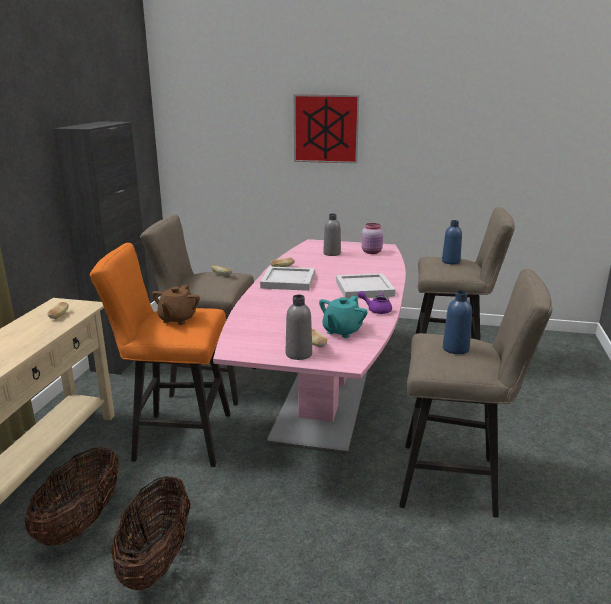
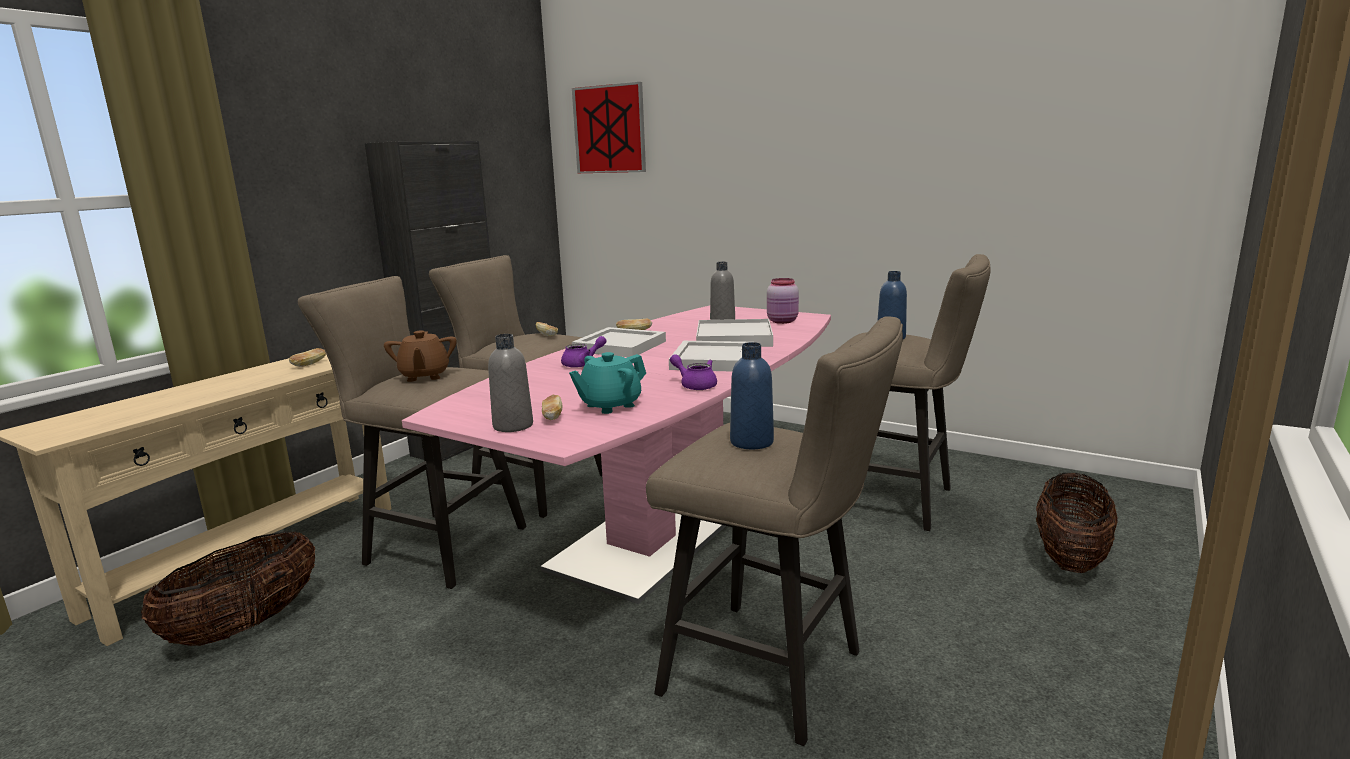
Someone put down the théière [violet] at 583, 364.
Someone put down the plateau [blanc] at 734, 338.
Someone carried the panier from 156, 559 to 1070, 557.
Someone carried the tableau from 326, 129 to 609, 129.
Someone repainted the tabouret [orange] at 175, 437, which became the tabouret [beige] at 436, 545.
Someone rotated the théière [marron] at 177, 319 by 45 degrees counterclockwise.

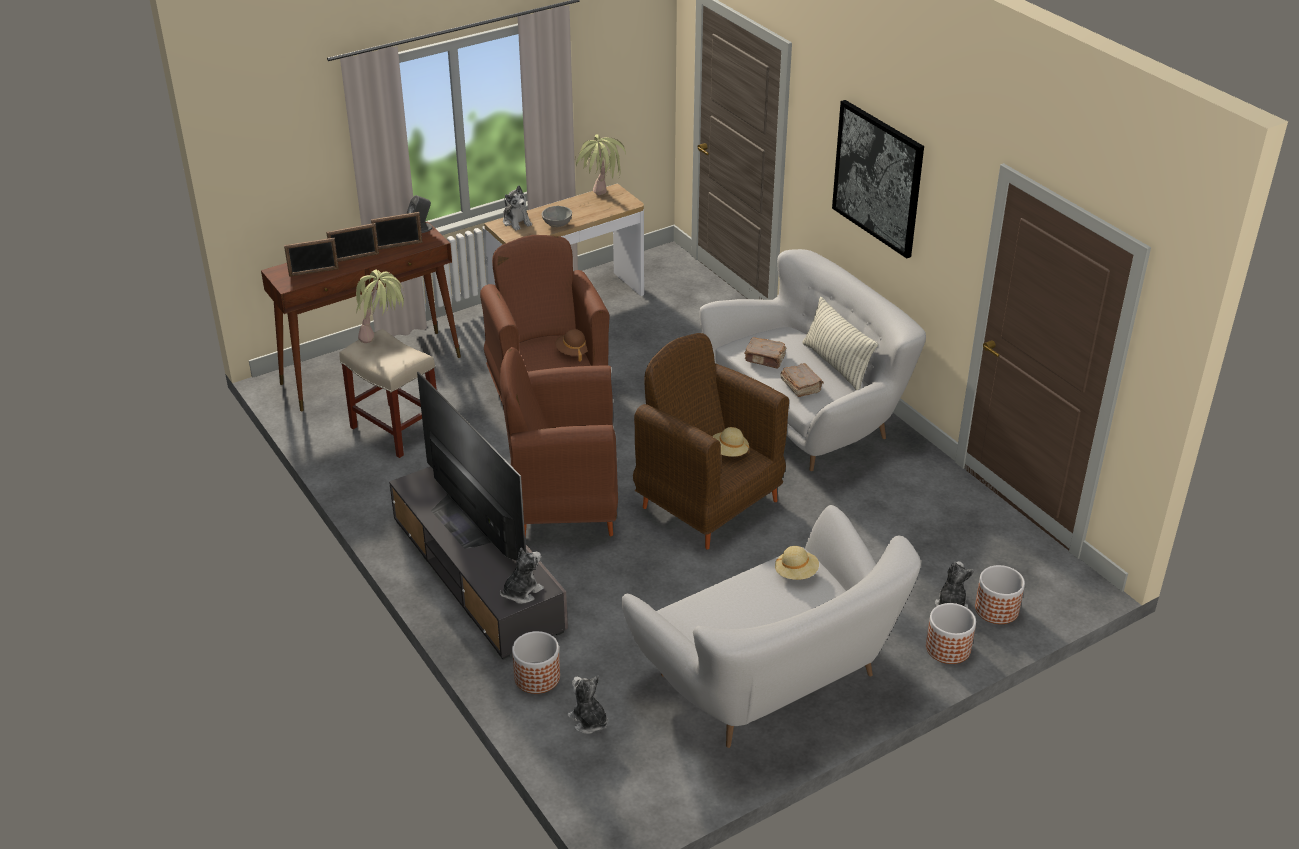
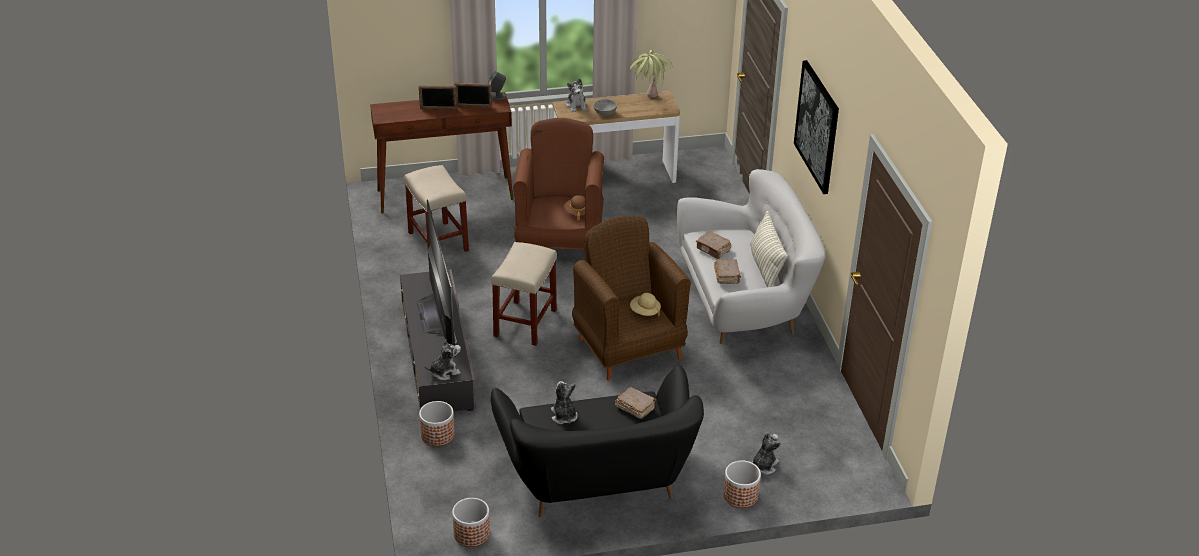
Someone took away the cadre photo at 314, 272.
Someone took away the plante en pot at 384, 342.
Someone carried the peluche from 588, 721 to 564, 416.
Someone carried the cache-pot from 996, 610 to 471, 534.
Someone swapped the fauteuil [marron] at 564, 503 for the tabouret [beige] at 525, 322.
Someone swapped the chapeau [beige] at 796, 573 for the livre [marron] at 634, 408.
Someone repainted the canapé [blanc] at 771, 678, which became the canapé [noir] at 598, 480.

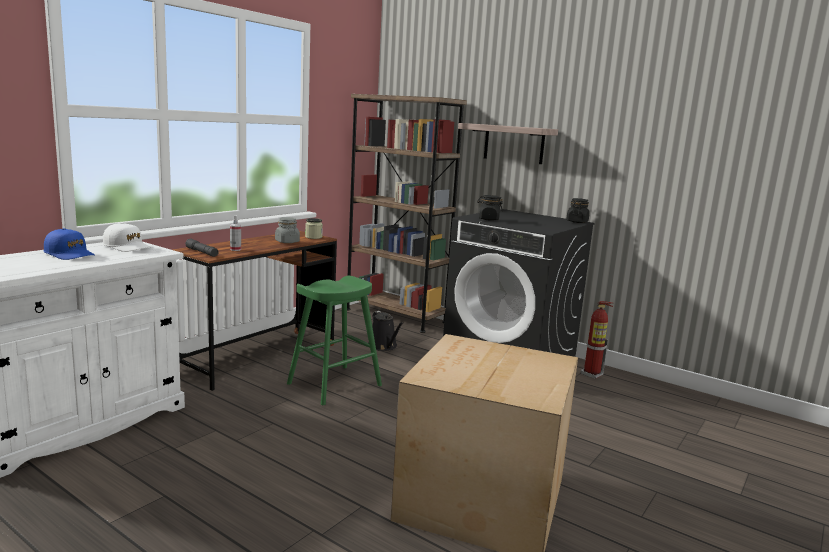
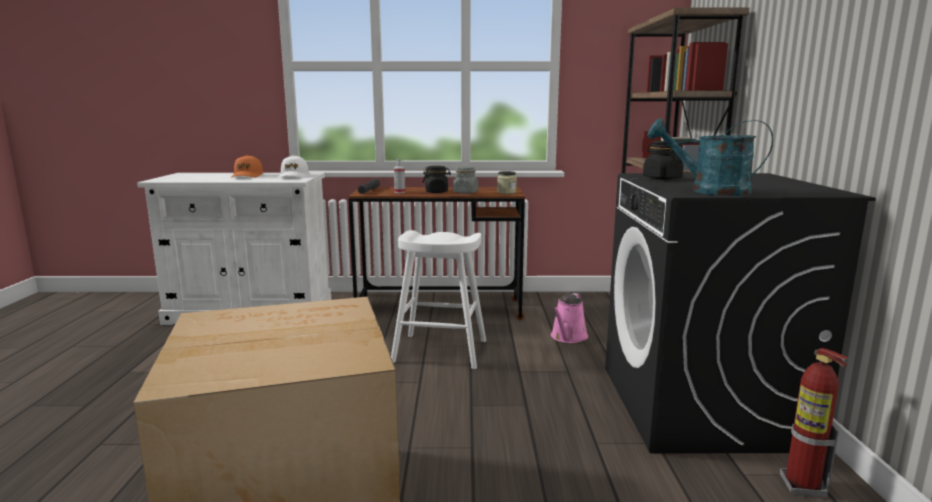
Someone took away the étagère at 514, 144.
Someone put down the arrosoir [turquoise] at 709, 191.
Someone carried the bocal [noir] from 577, 222 to 436, 192.
Someone repainted the casquette [bleu] at 69, 254, which became the casquette [orange] at 247, 175.
Someone repainted the tabouret [vert] at 334, 384, which became the tabouret [blanc] at 440, 351.
Someone repainted the arrosoir [noir] at 384, 346, which became the arrosoir [rose] at 568, 337.

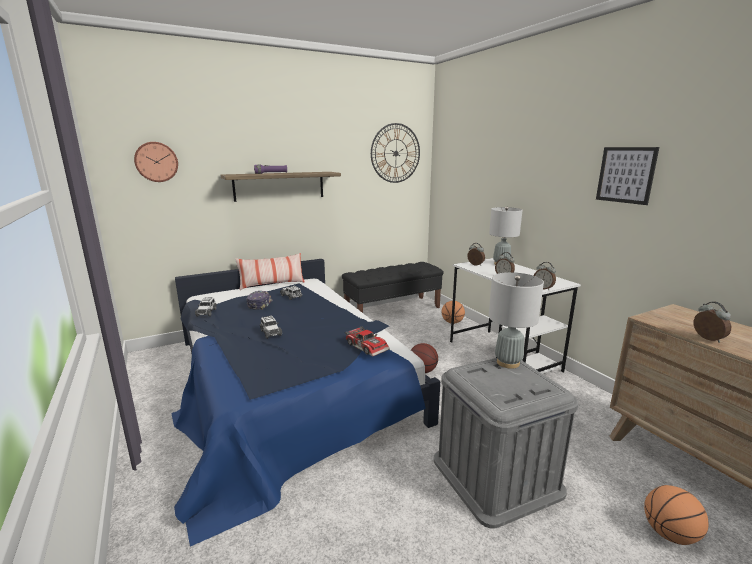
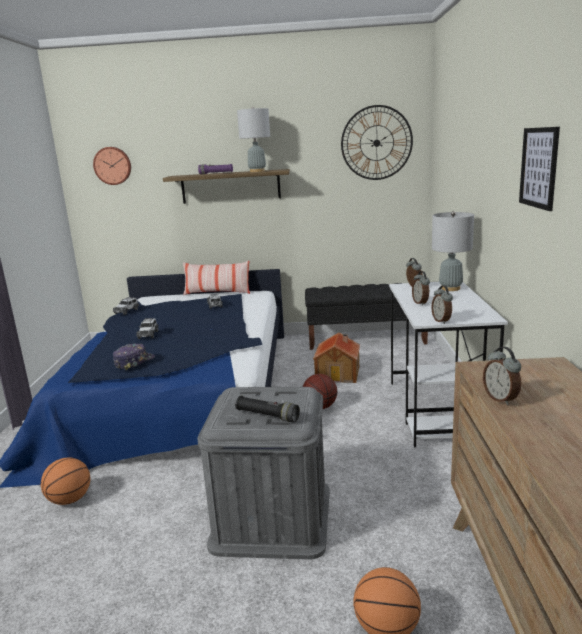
Someone took away the petite voiture at 367, 346.
Someone put down the lampe de poche [noir] at 267, 416.
Someone put down the maison miniature at 338, 373.
Someone carried the casquette from 260, 304 to 134, 362.
Someone carried the ballon de basket from 452, 322 to 70, 500.
Someone carried the lampe de table [gris] from 508, 362 to 257, 171.
Someone rotated the réveil at 707, 339 by 150 degrees clockwise.

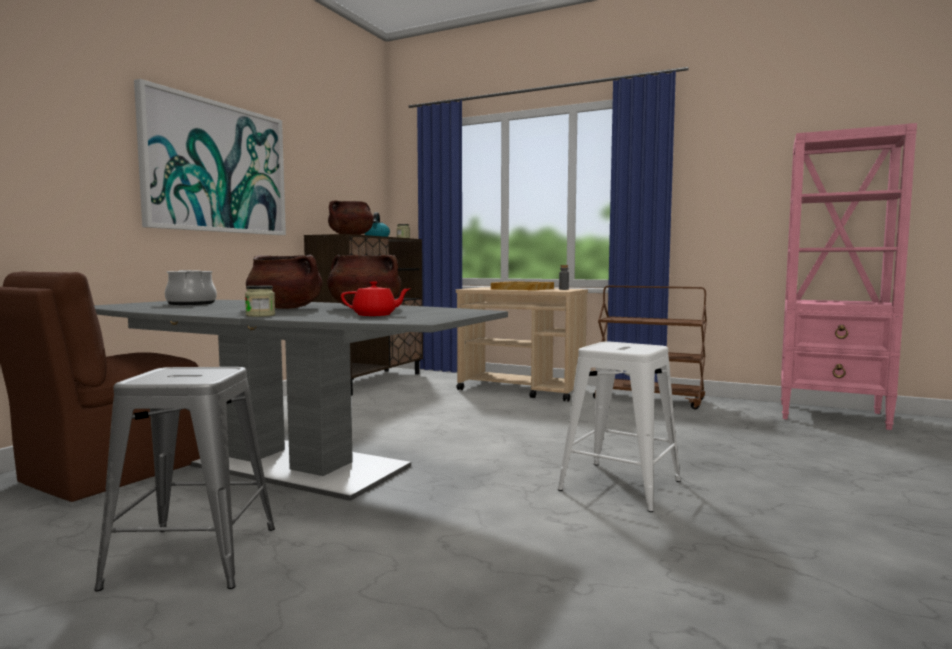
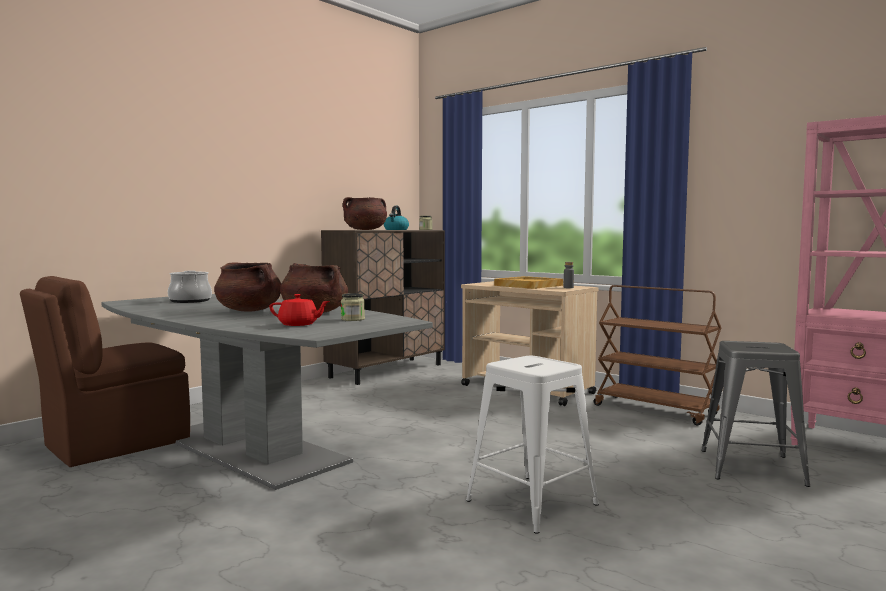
Someone took away the tableau at 216, 168.
Someone carried the tabouret [gris] from 195, 556 to 752, 467.
Someone carried the bocal from 260, 315 to 353, 319.

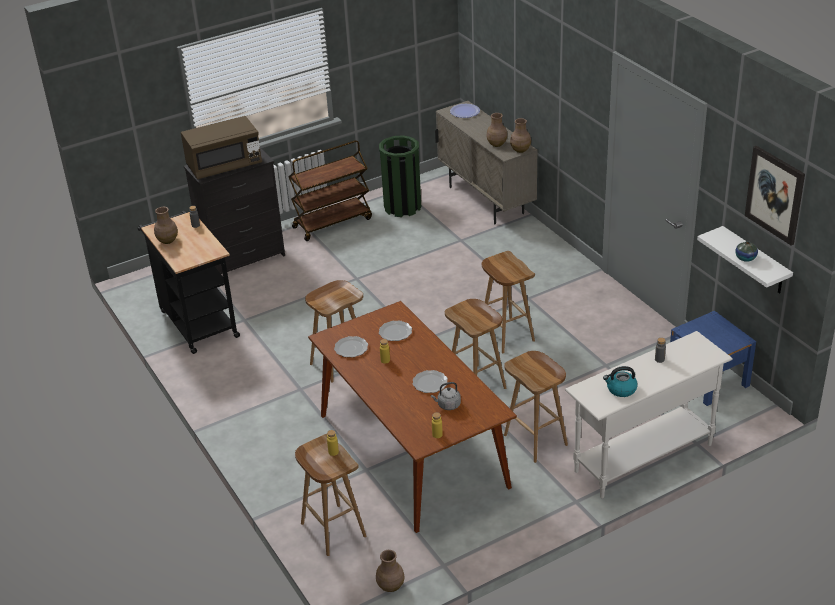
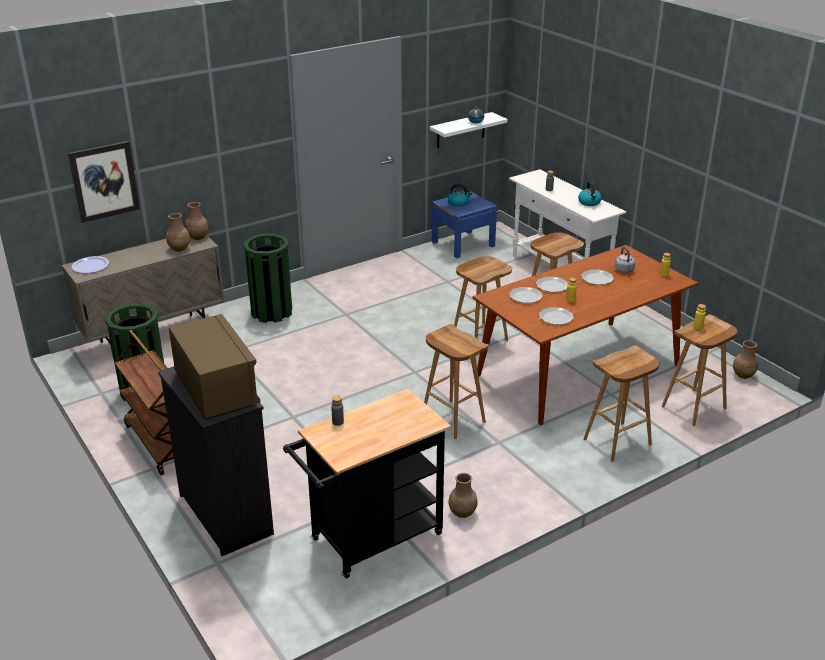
Someone put down the poubelle [vert] at 271, 312.
Someone put down the bouilloire at 459, 203.
Someone put down the assiette at 552, 286.
Someone carried the vase [marron] from 167, 240 to 462, 513.
Someone carried the tabouret [marron] from 506, 335 to 617, 442.
Someone carried the tableau from 775, 195 to 104, 181.

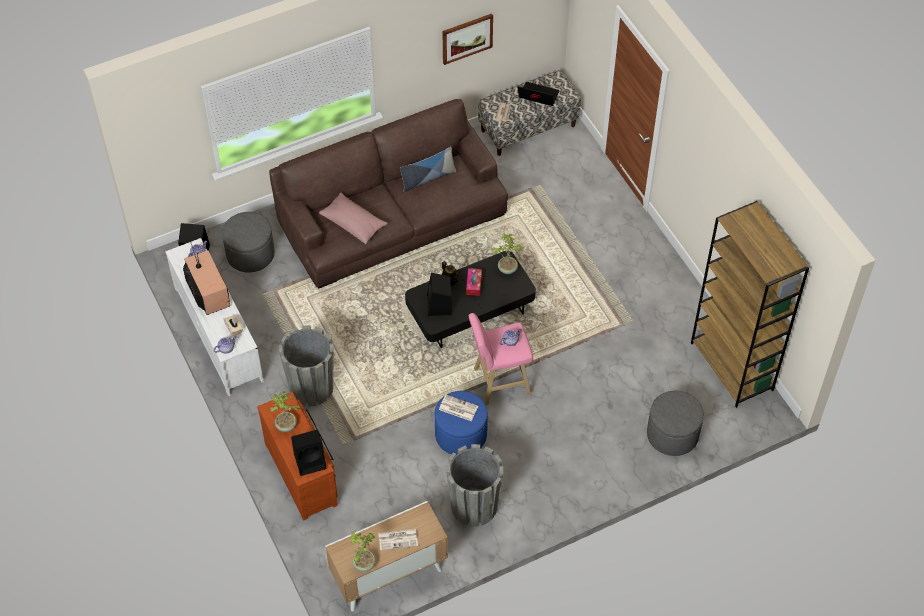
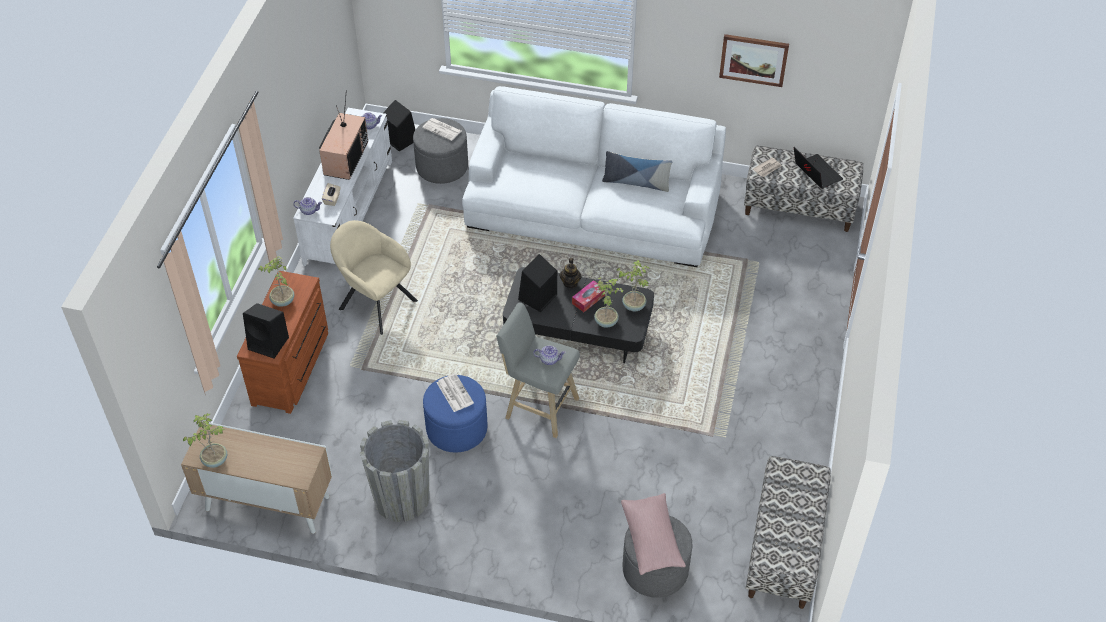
Someone put down the plante en pot at 606, 321.
Someone carried the coussin [rose] from 353, 224 to 652, 540.
Someone carried the journal from 398, 539 to 442, 129.
Someone swapped the cache-pot [gris] at 311, 387 for the fauteuil [beige] at 375, 303.
Someone swapped the bibliothèque [marron] at 732, 367 for the banc at 784, 549.
Someone repainted the canapé [marron] at 392, 216, which became the canapé [blanc] at 593, 208.
Someone repainted the tabouret [rose] at 499, 382, which became the tabouret [gris] at 539, 407.

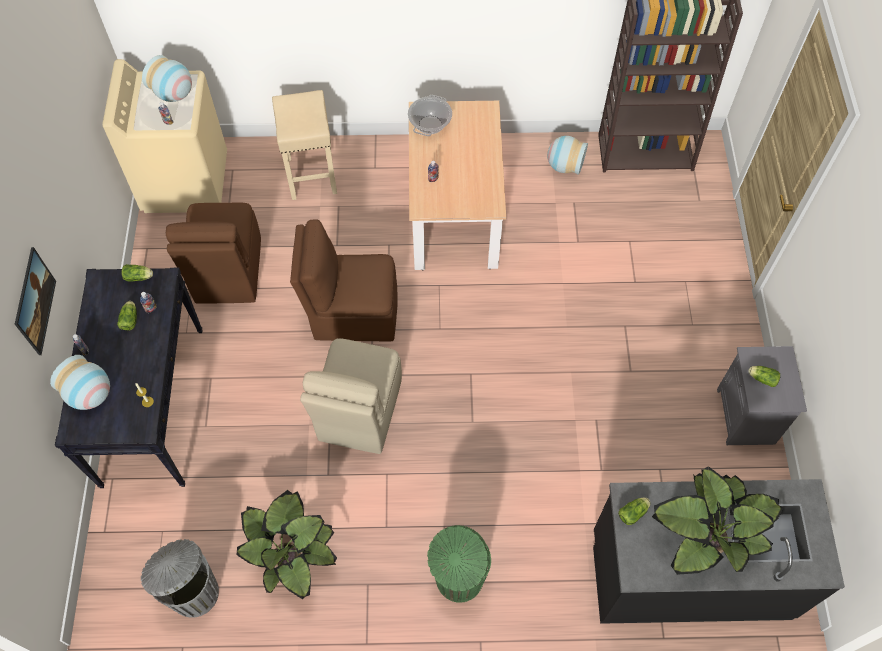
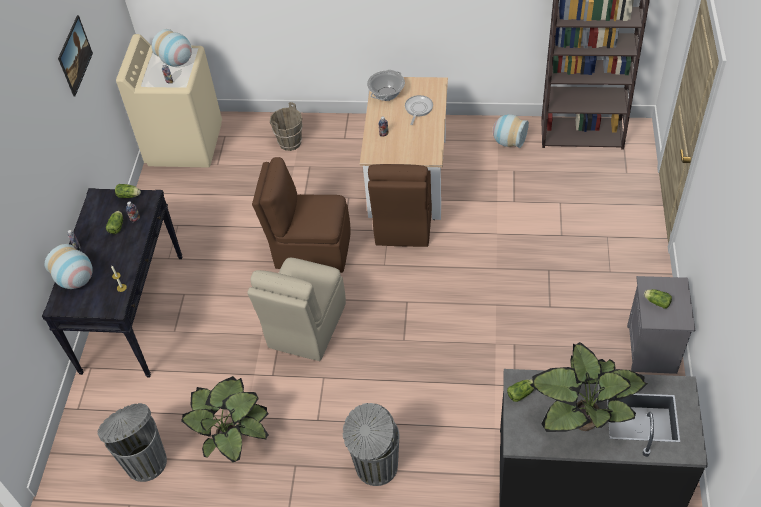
Someone put down the poêle at 418, 109.
Someone carried the tableau from 41, 309 to 78, 65.
Someone carried the chaise [marron] from 227, 272 to 403, 222.
Someone swapped the tabouret [beige] at 312, 176 for the seau [marron] at 290, 143.
Someone repainted the poubelle [vert] at 458, 580, which became the poubelle [gris] at 375, 467.

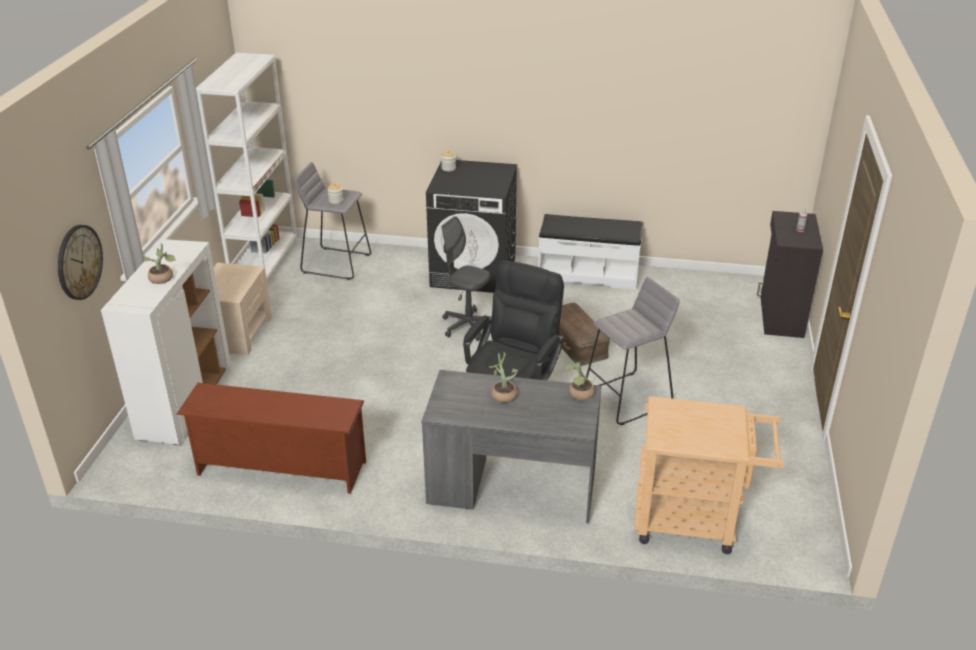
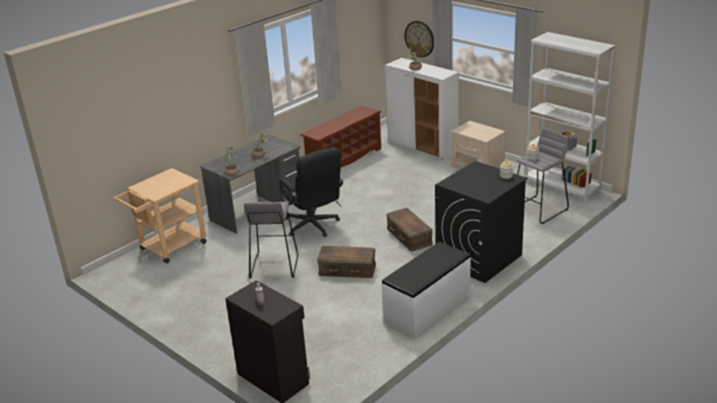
Someone swapped the chaise de bureau [gris] at 467, 326 for the boîte de rangement [marron] at 410, 236.

